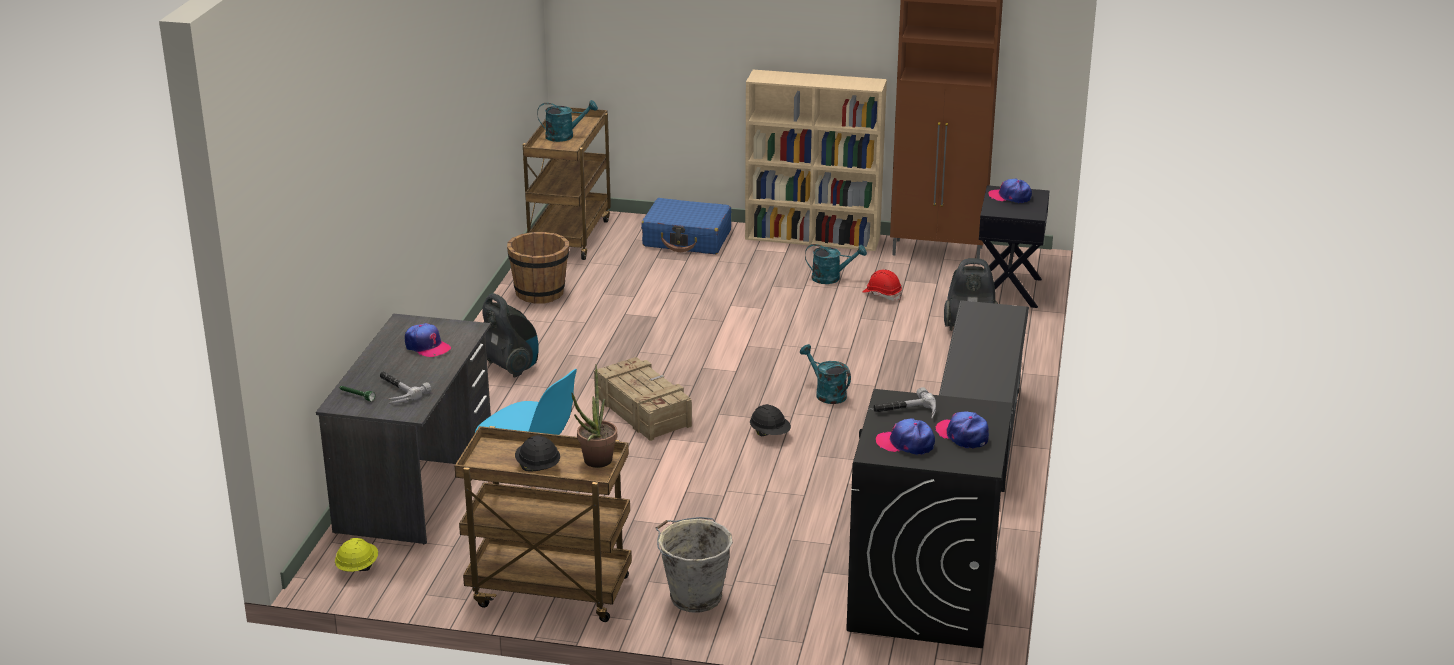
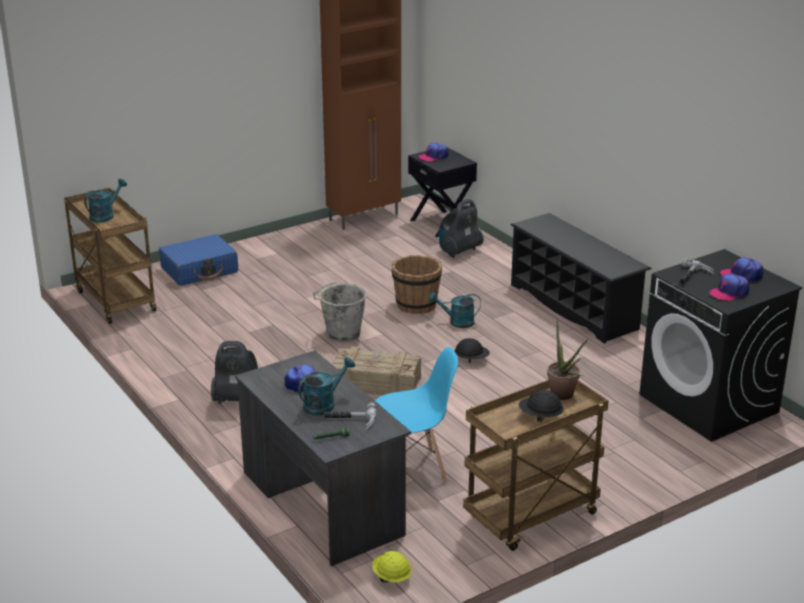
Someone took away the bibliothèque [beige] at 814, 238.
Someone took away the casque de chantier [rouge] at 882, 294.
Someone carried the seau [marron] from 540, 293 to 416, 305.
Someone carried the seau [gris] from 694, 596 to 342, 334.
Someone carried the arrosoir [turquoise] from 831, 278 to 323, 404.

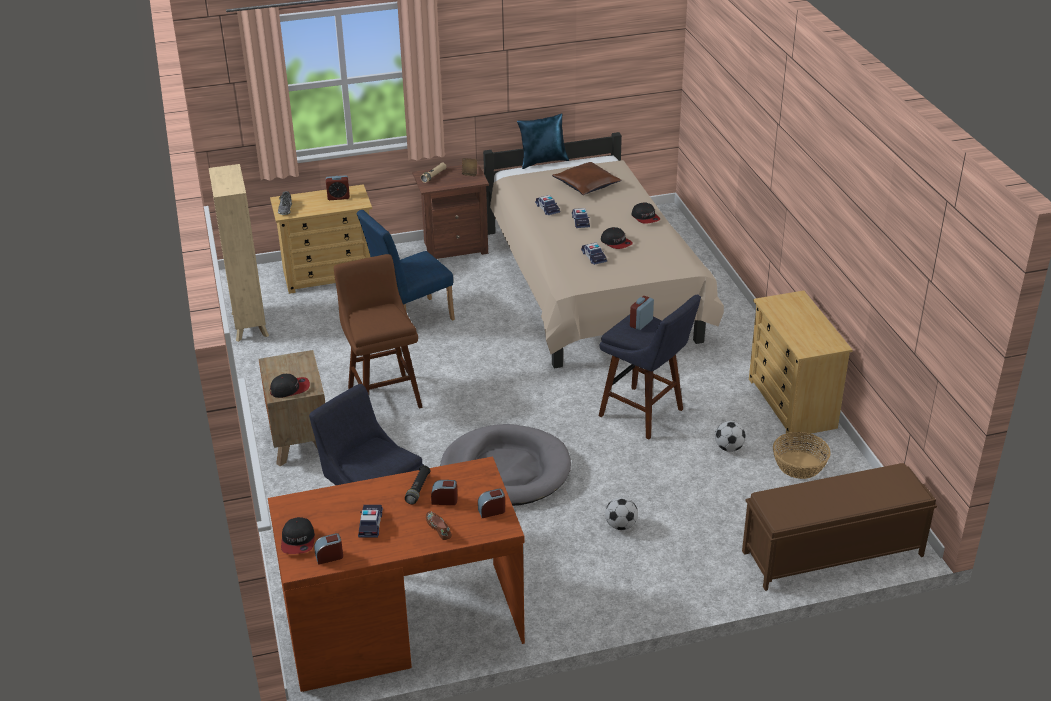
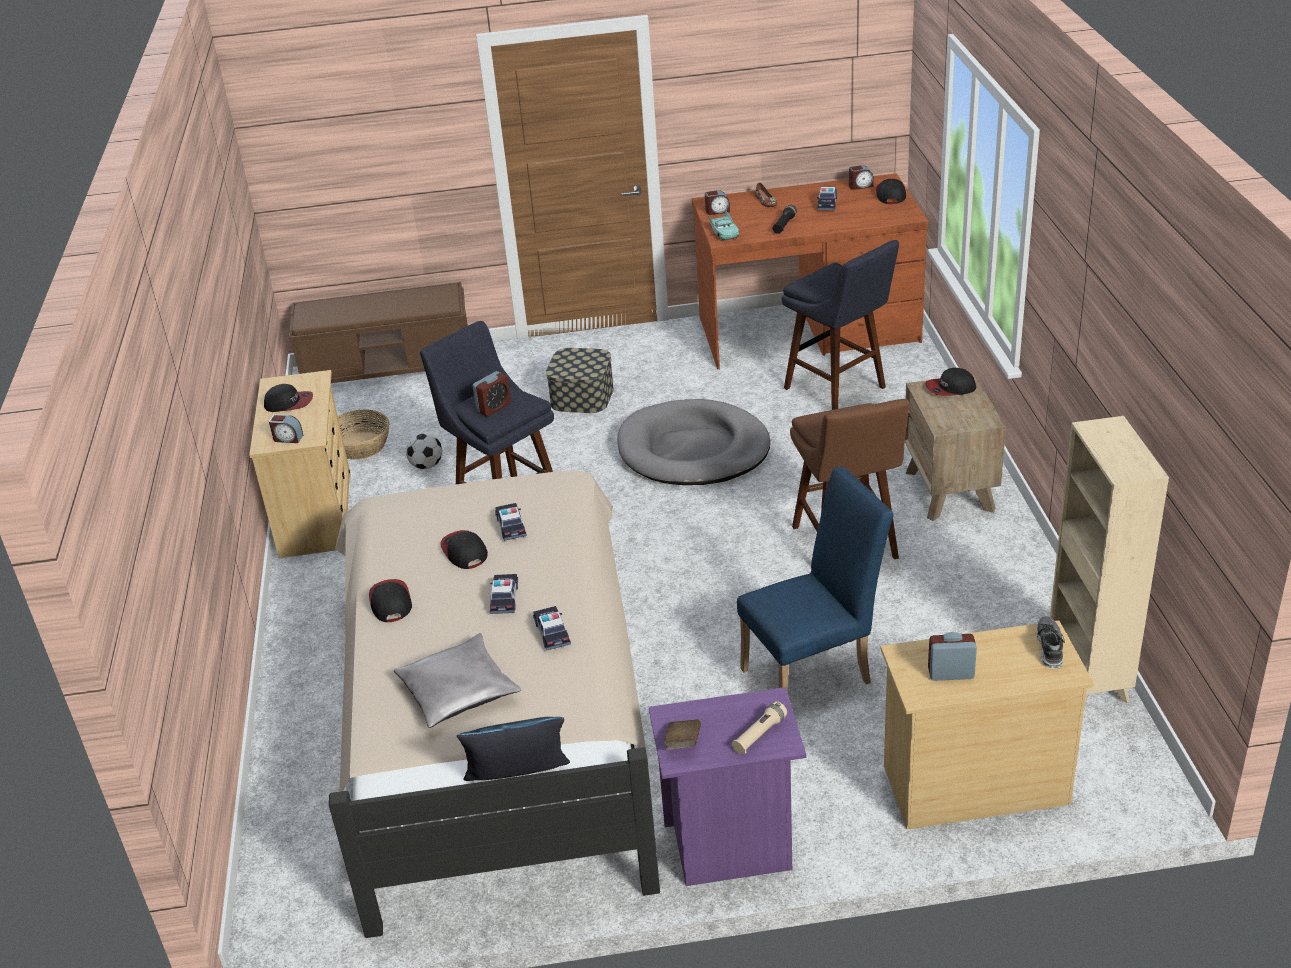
Someone put down the casquette at 289, 403.
Someone put down the petite voiture [turquoise] at 724, 232.
Someone carried the réveil from 444, 500 to 287, 438.
Someone swapped the ballon de foot at 621, 525 for the boîte de rangement at 582, 396.
Someone repainted the table de chevet [marron] at 454, 247, which became the table de chevet [violet] at 730, 847.
Someone repainted the coussin [marron] at 587, 185, which became the coussin [gris] at 458, 690.

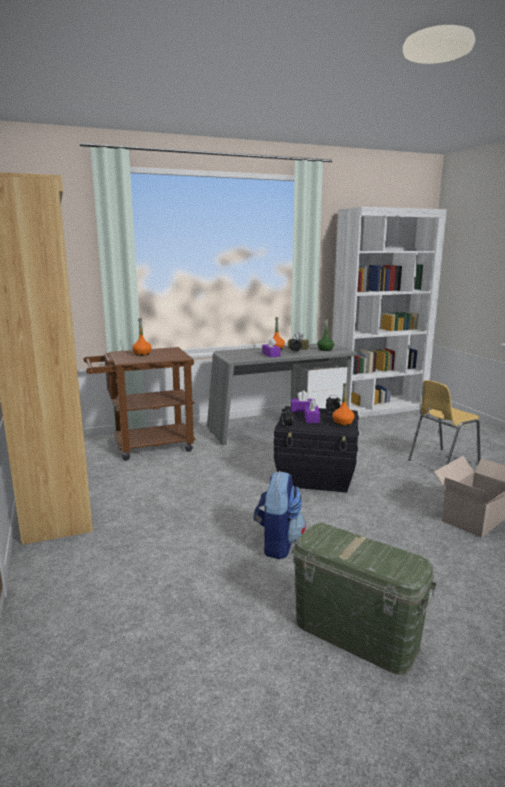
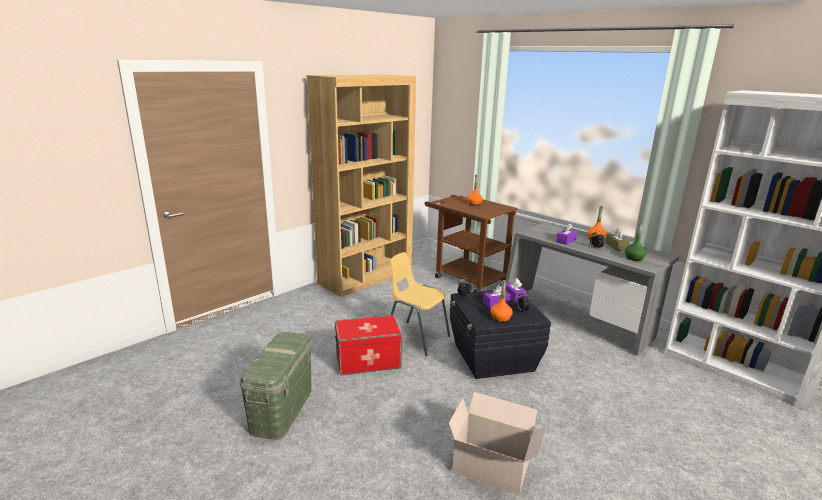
Someone carried the chaise [jaune] from 442, 462 to 416, 337.
Someone swapped the sac à dos at 278, 543 for the boîte de rangement at 368, 361.

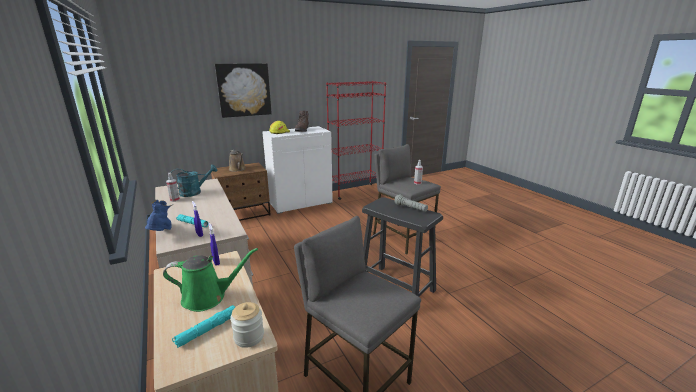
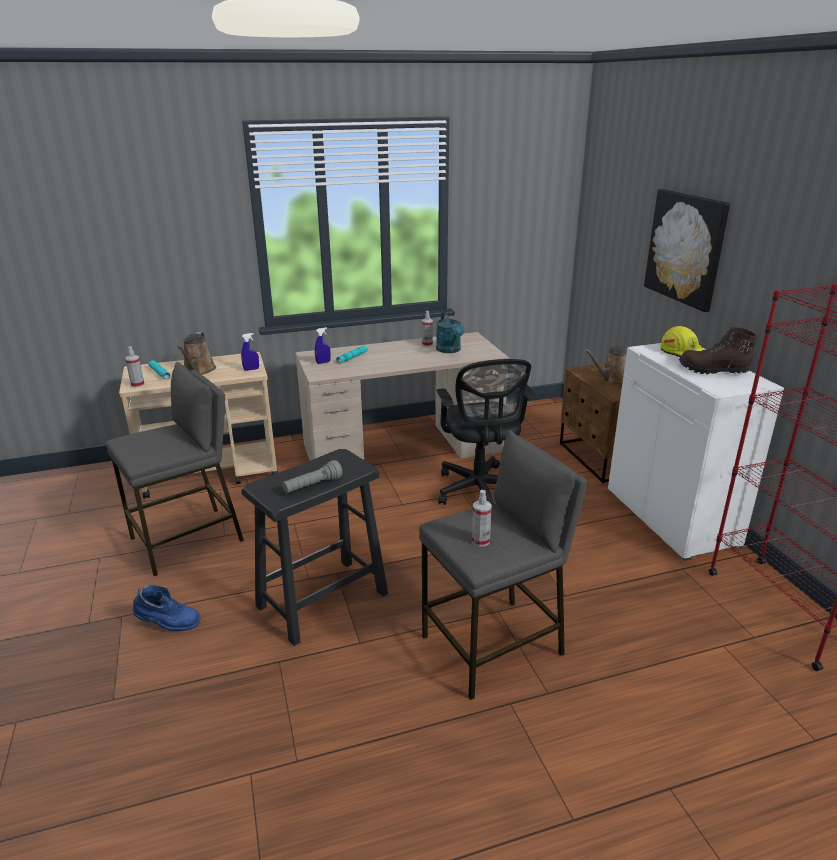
Someone put down the chaise de bureau [noir] at 479, 492.
Someone carried the botte [bleu] from 162, 233 to 168, 626.
Someone swapped the bocal at 249, 337 for the vaporisateur at 137, 385.
Someone repainted the arrosoir [vert] at 208, 297, which became the arrosoir [marron] at 198, 371.

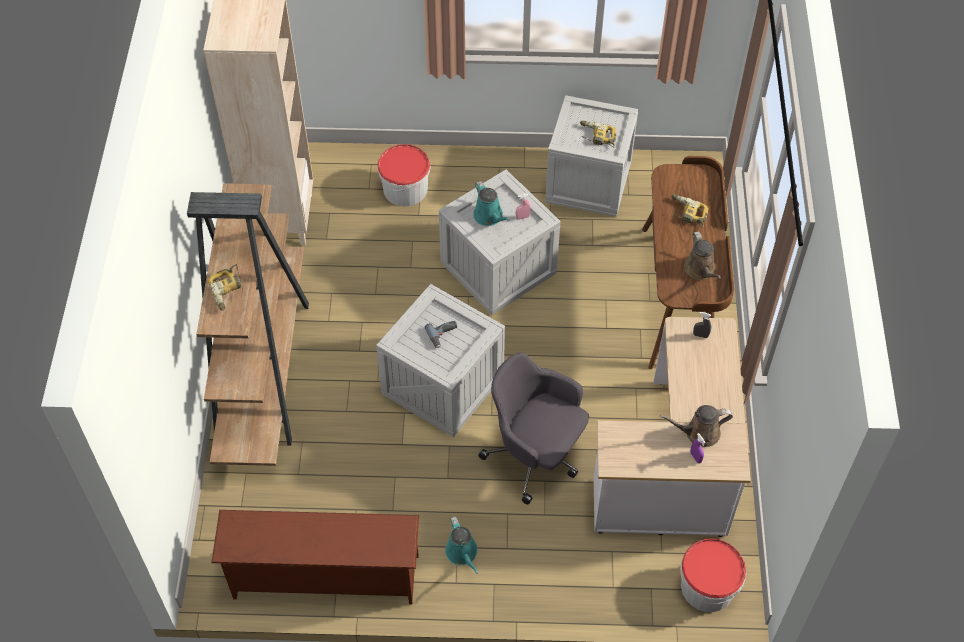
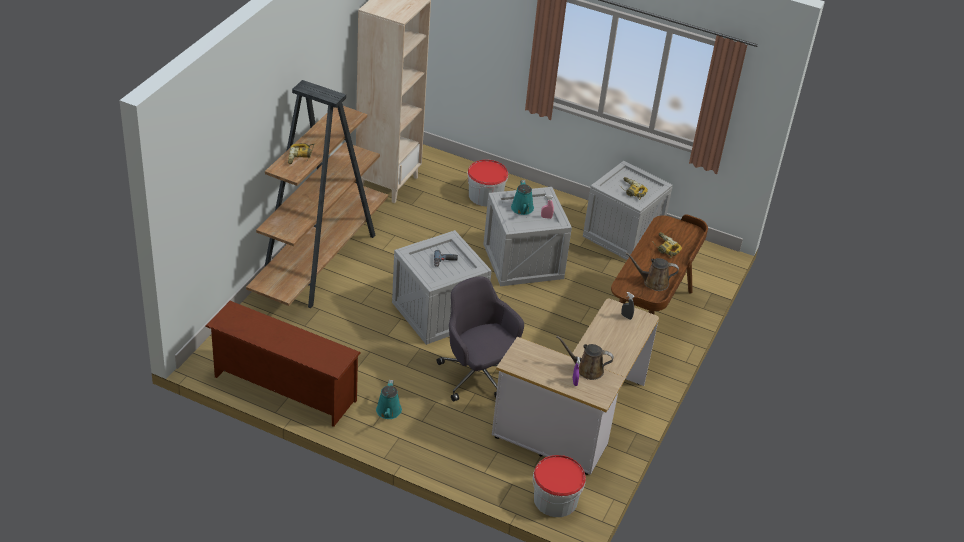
Someone rotated the arrosoir [marron] at 701, 270 by 90 degrees clockwise.

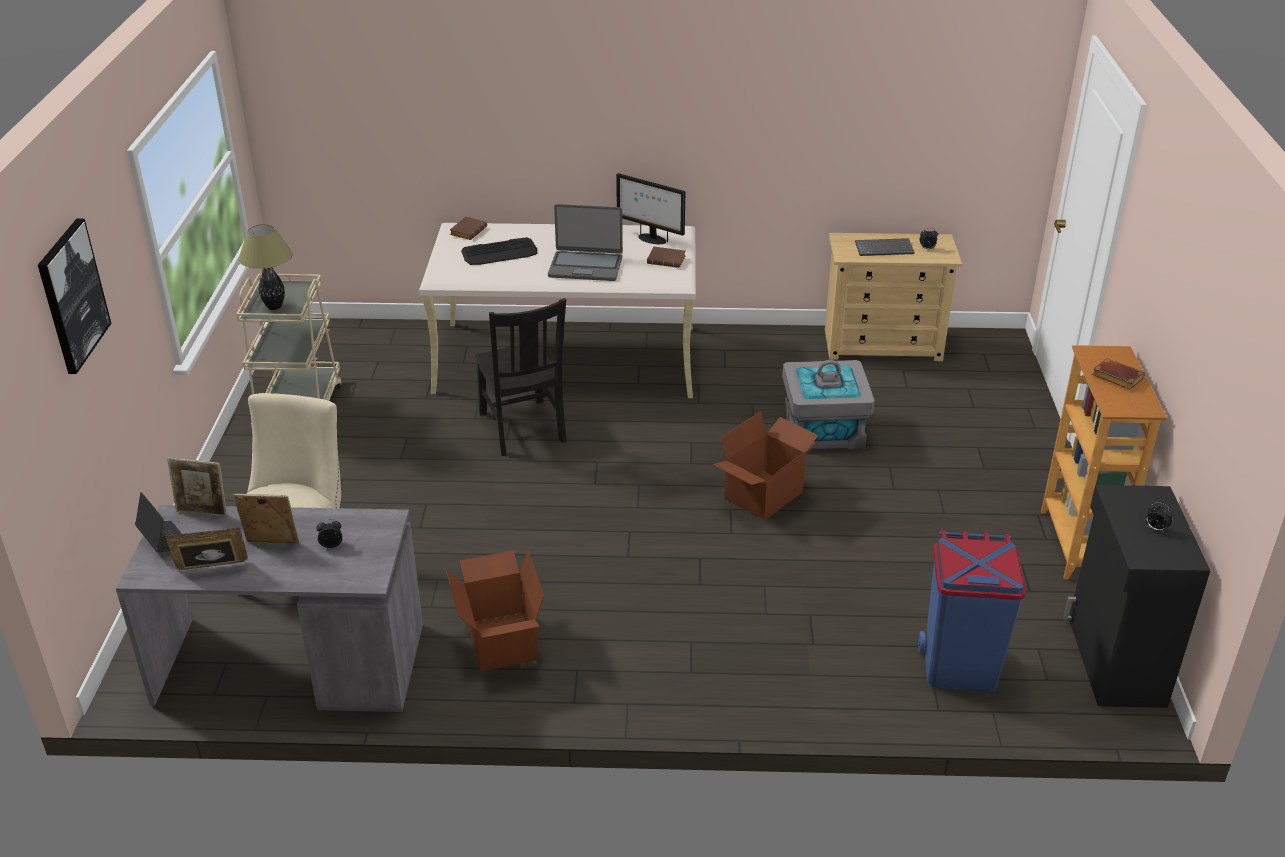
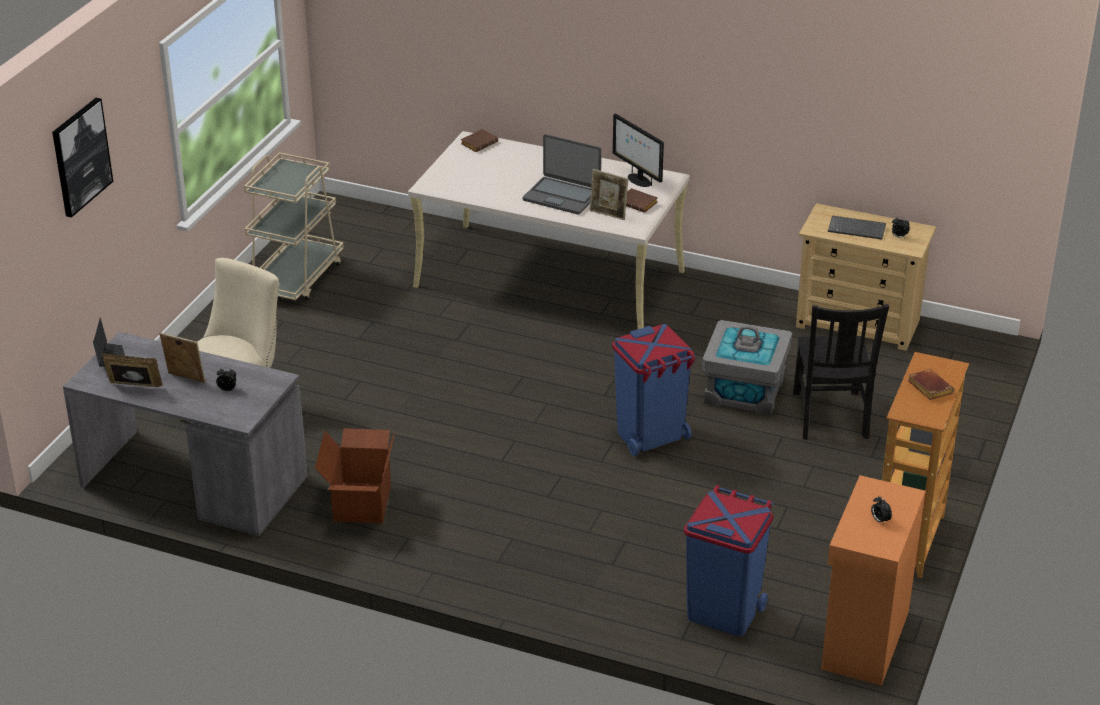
Someone took away the lampe de table at 274, 307.
Someone took away the clavier at 500, 253.
Someone carried the cadre photo from 203, 512 to 608, 214.
Someone carried the chaise [noir] from 523, 429 to 830, 417.
Someone swapped the carton at 764, 496 for the poubelle [bleu] at 651, 437.
Someone repainted the meuble de rangement [noir] at 1114, 661, which became the meuble de rangement [orange] at 863, 640.

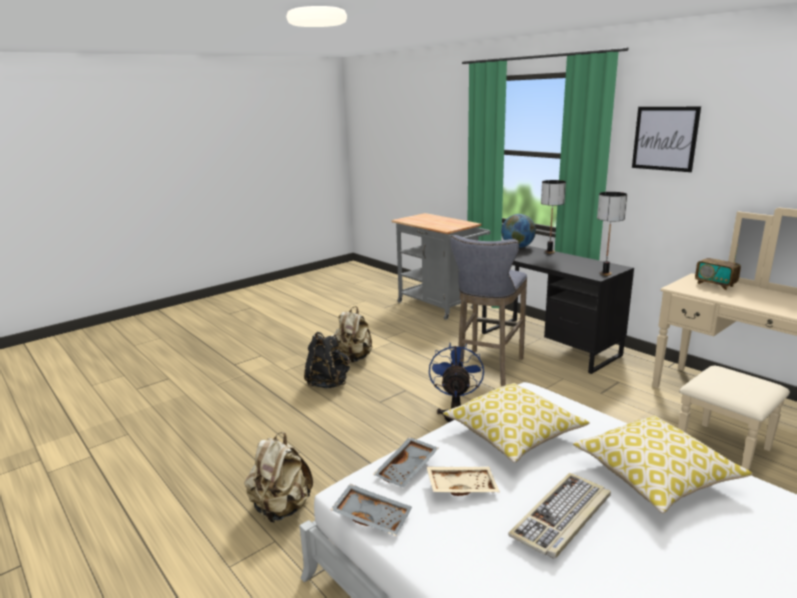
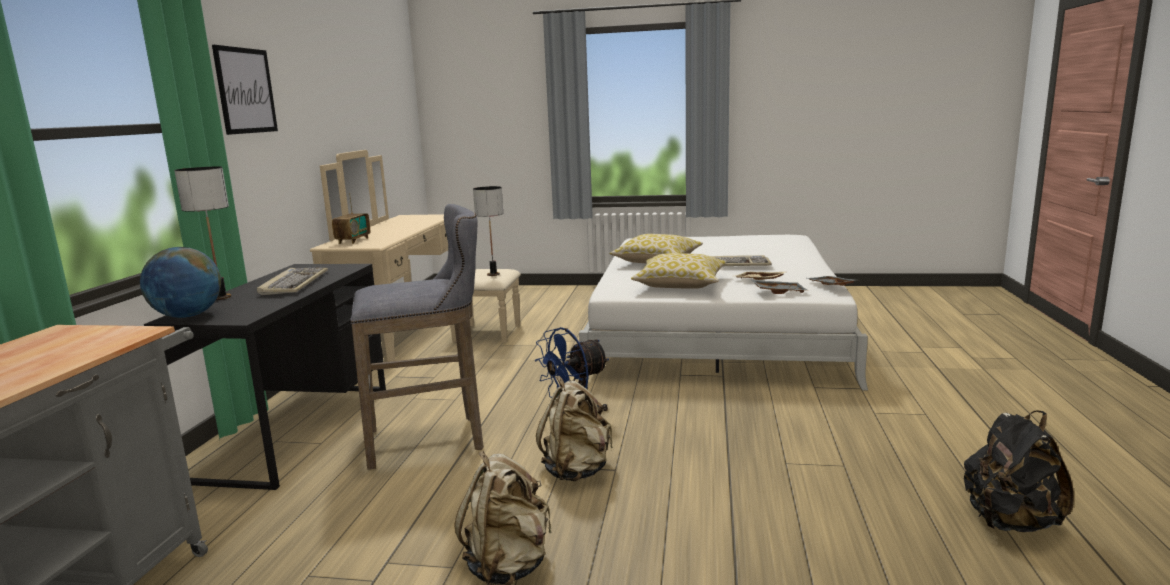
Someone put down the clavier at 294, 284.
Someone carried the sac à dos [beige] from 281, 508 to 577, 470.
Someone carried the sac à dos [noir] from 328, 383 to 1009, 522.
Someone carried the lampe de table from 605, 274 to 493, 274.

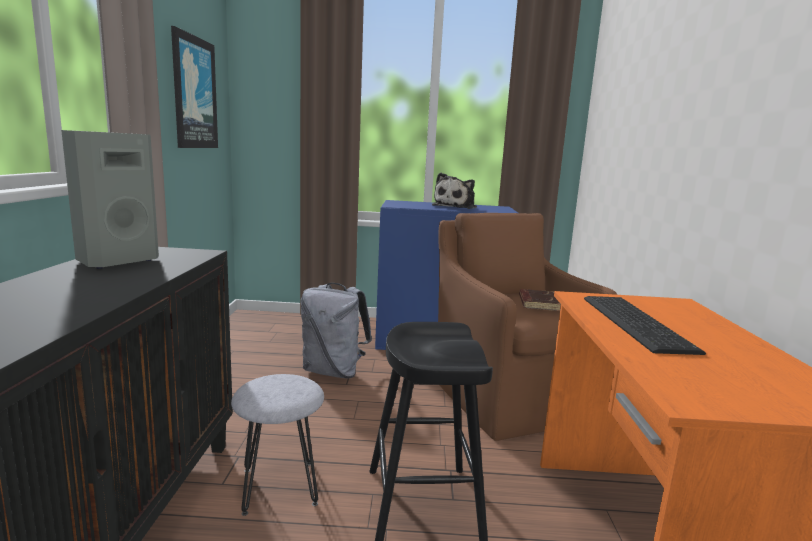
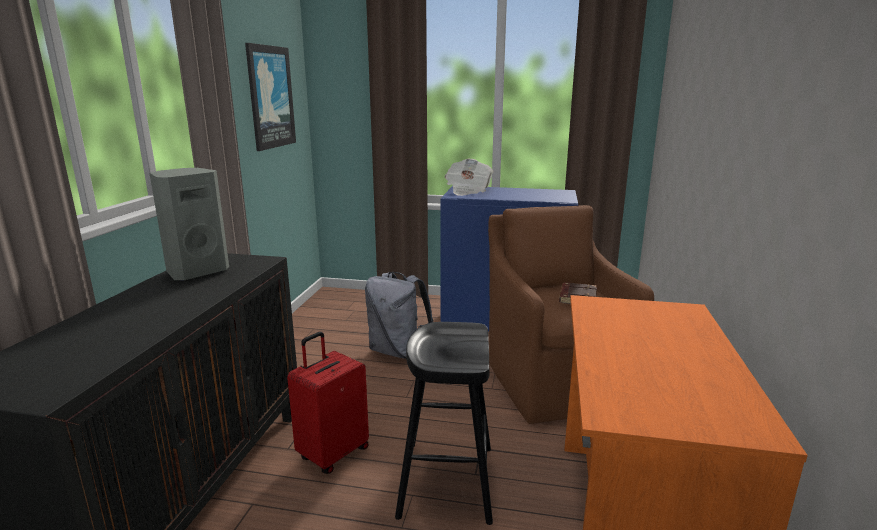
Someone took away the peluche at 456, 207.
Someone took away the clavier at 637, 322.
Someone put down the journal at 467, 191.
Someone swapped the tabouret [gris] at 279, 486 for the valise [rouge] at 332, 453.

